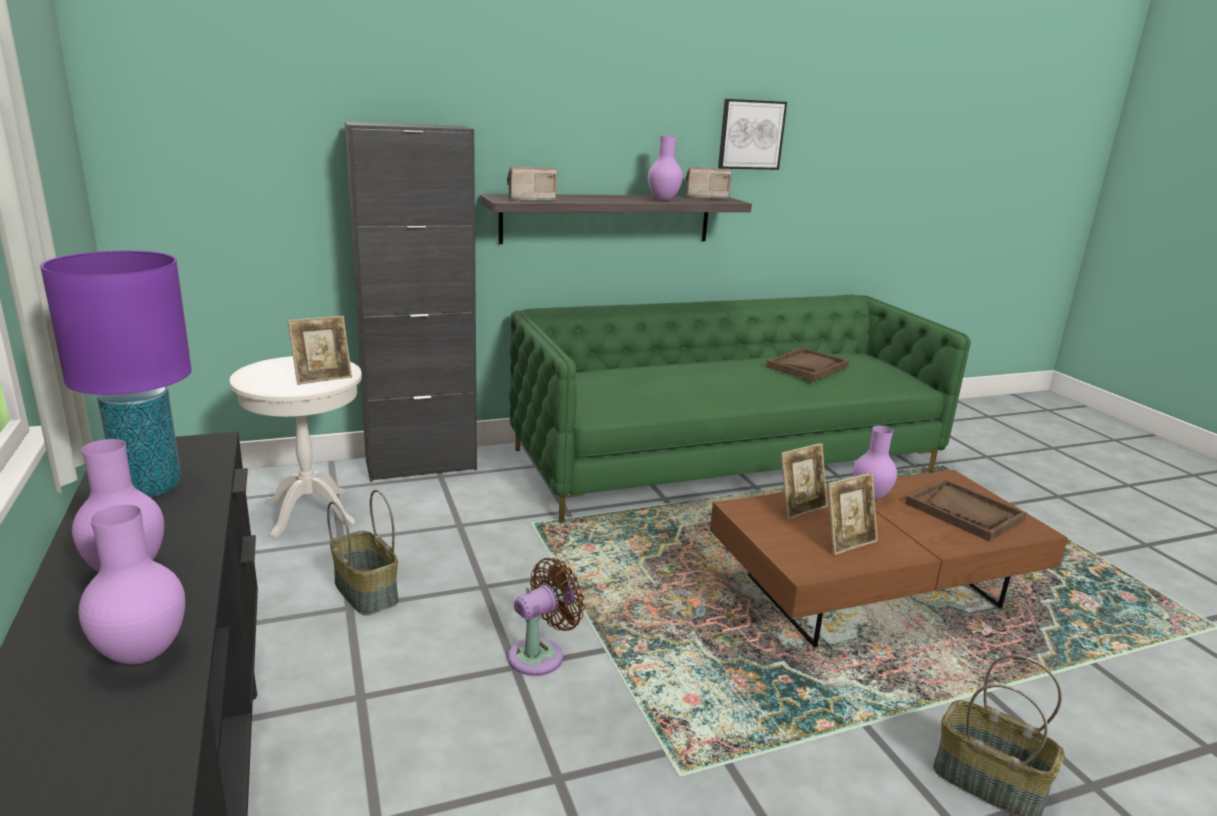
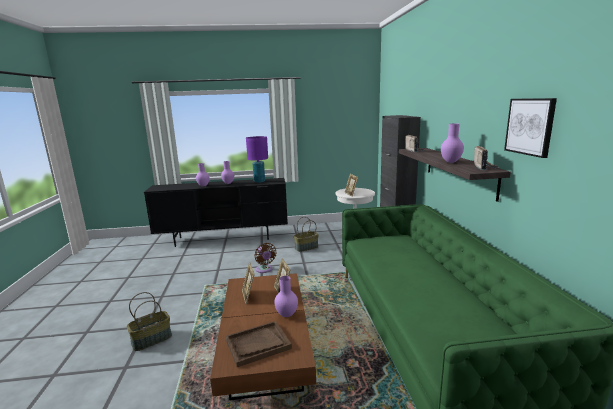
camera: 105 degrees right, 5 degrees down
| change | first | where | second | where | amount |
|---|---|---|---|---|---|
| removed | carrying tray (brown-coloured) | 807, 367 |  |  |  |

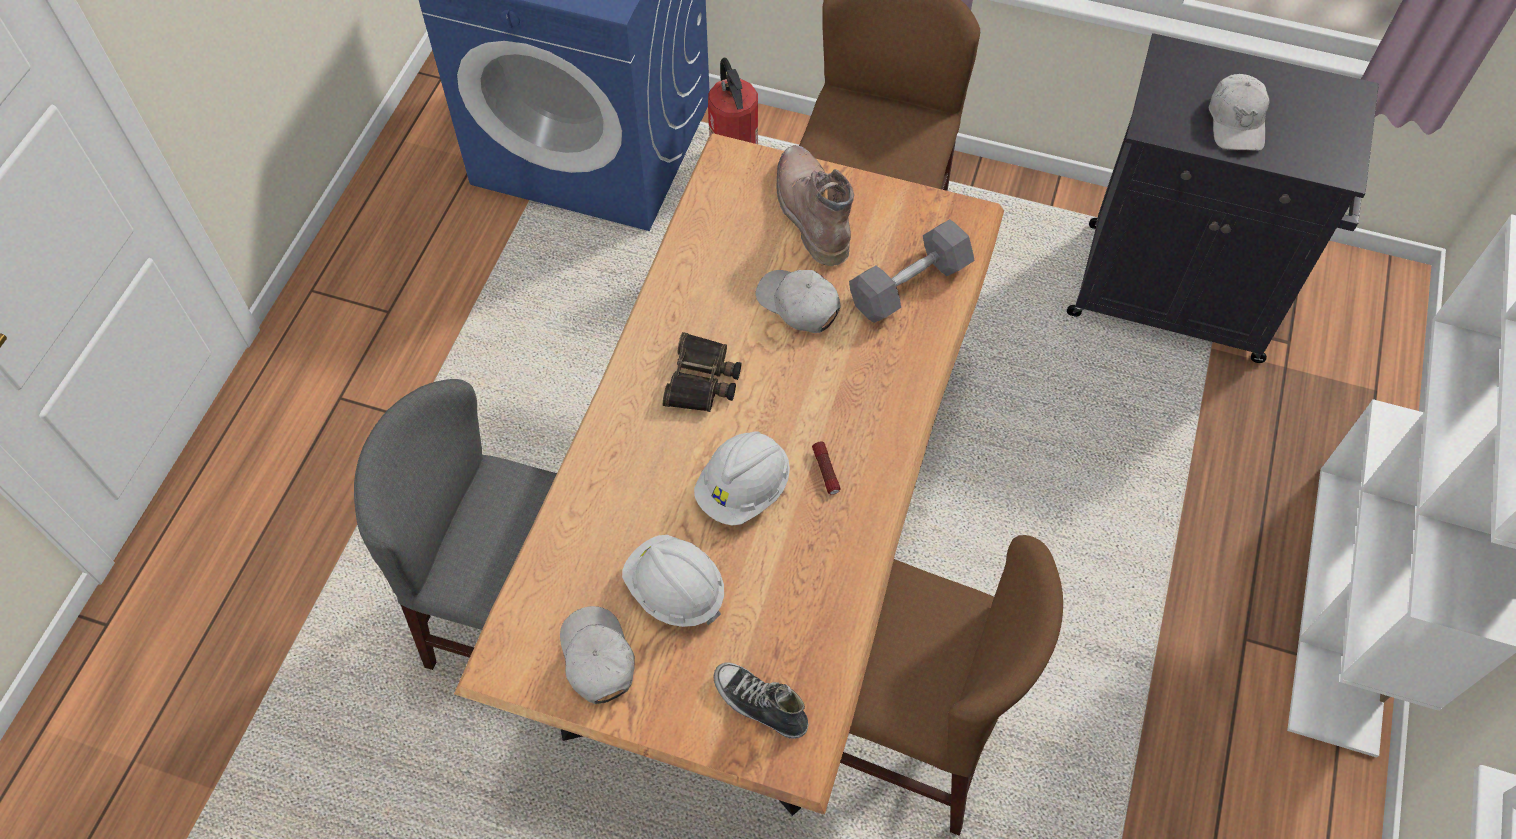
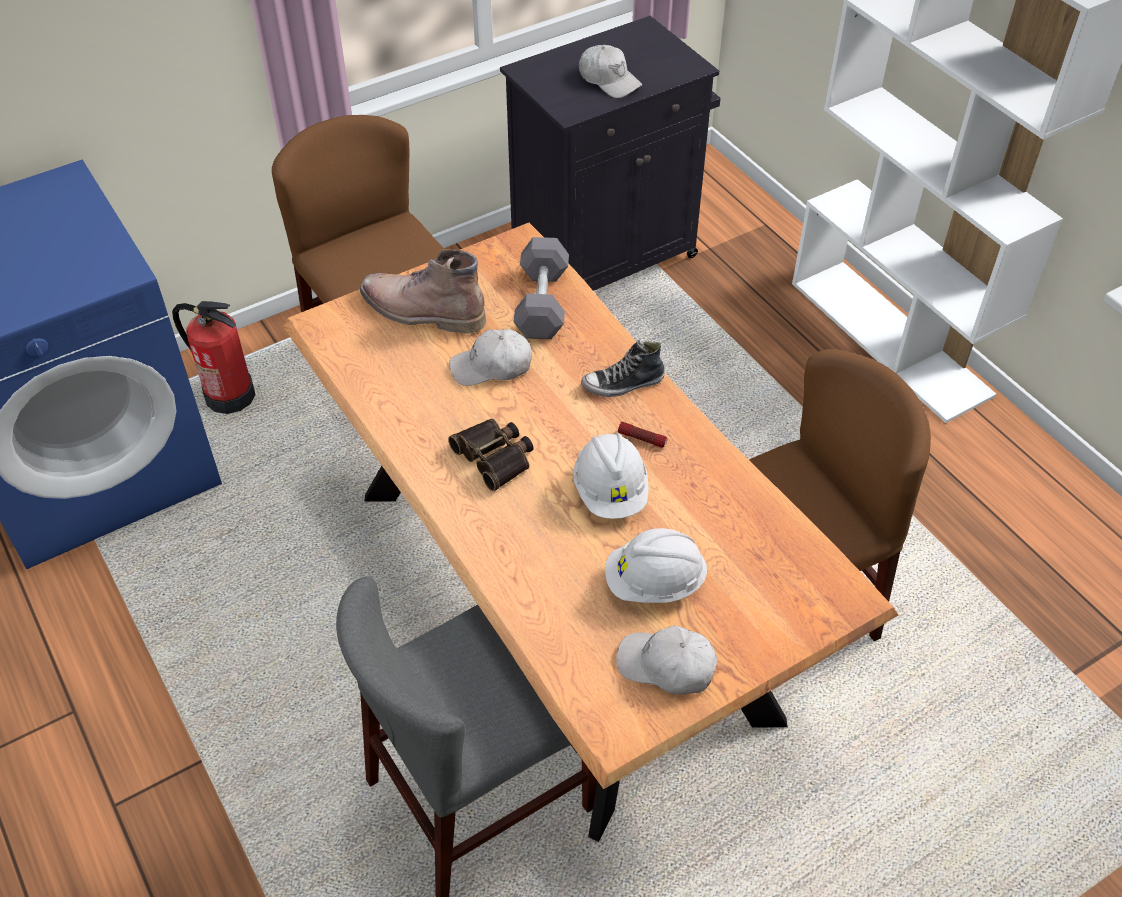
camera: 50 degrees left, 10 degrees down
| change | first | where | second | where | amount |
|---|---|---|---|---|---|
| moved | item of footwear | 760, 704 |  | 623, 384 |  |

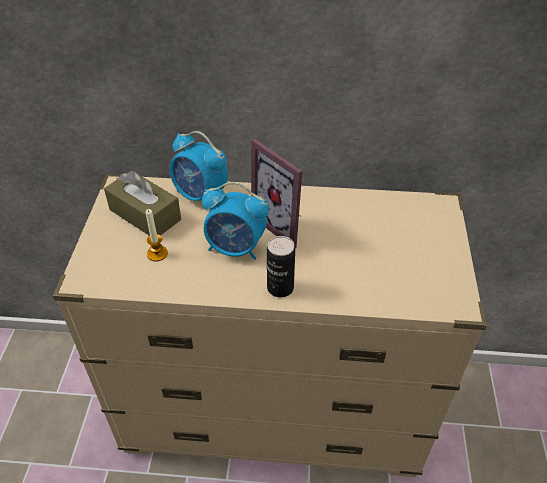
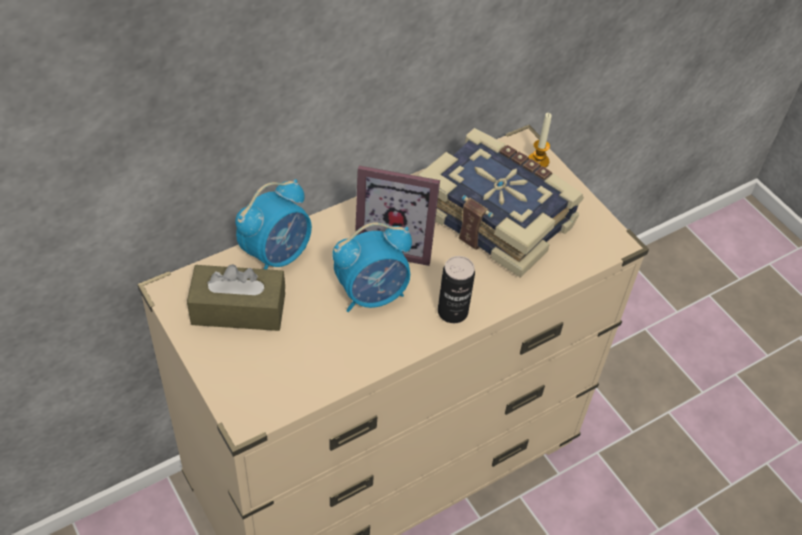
camera: 40 degrees left, 5 degrees up
| change | first | where | second | where | amount |
|---|---|---|---|---|---|
| turned | table clock | 200, 195 |  | 277, 255 | 45 degrees counterclockwise |
| moved | wax light | 157, 254 |  | 538, 161 |  |
| added |  |  | book | 497, 215 |  |

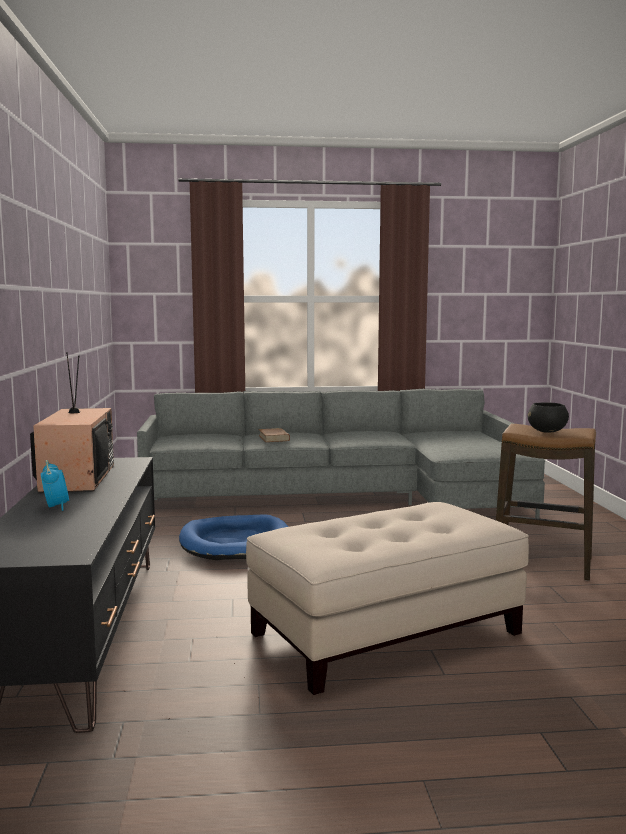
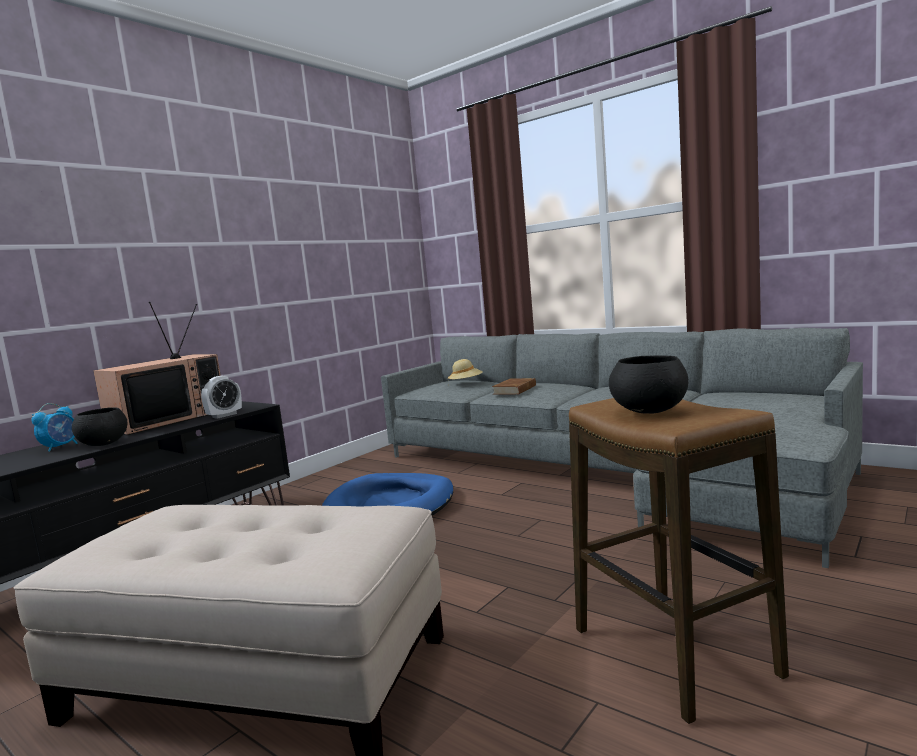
camera: 45 degrees right, 0 degrees up
| change | first | where | second | where | amount |
|---|---|---|---|---|---|
| added |  |  | hat (beige) | 466, 383 |  |
| added |  |  | table clock | 224, 415 |  |
| added |  |  | serving bowl (black) | 103, 444 |  |

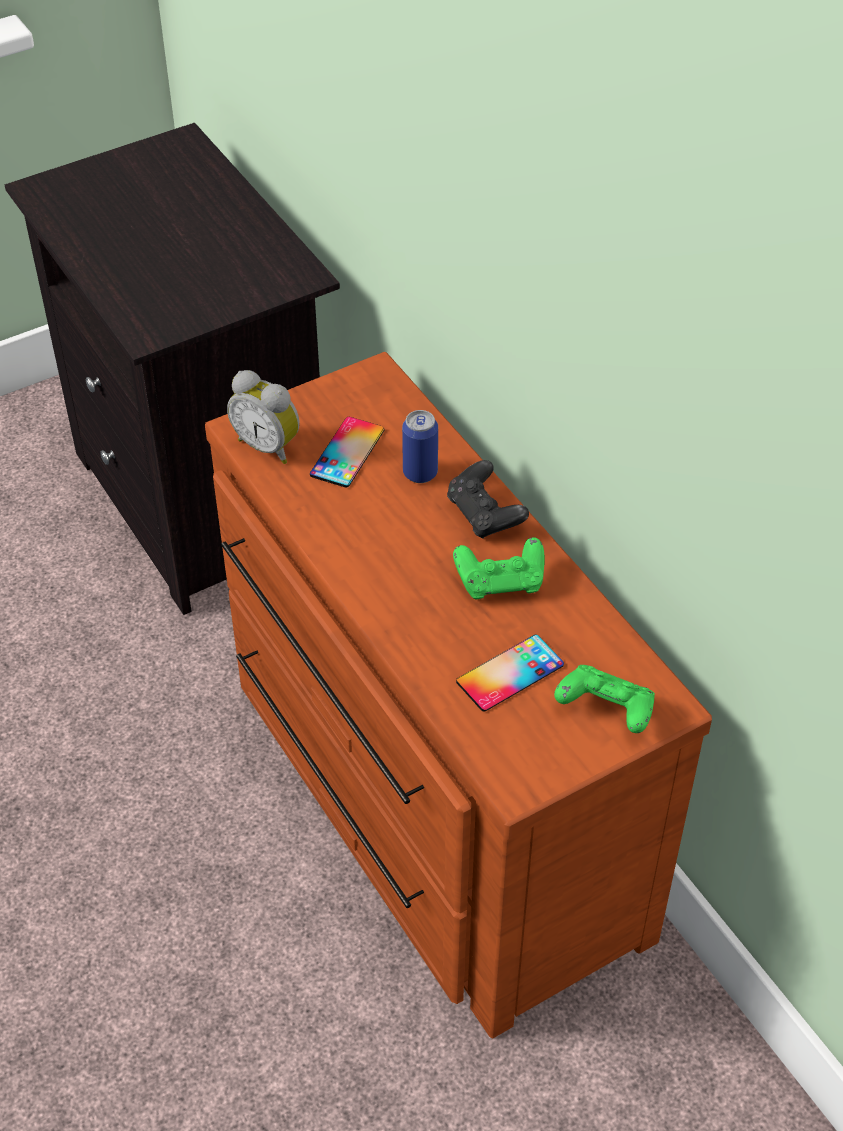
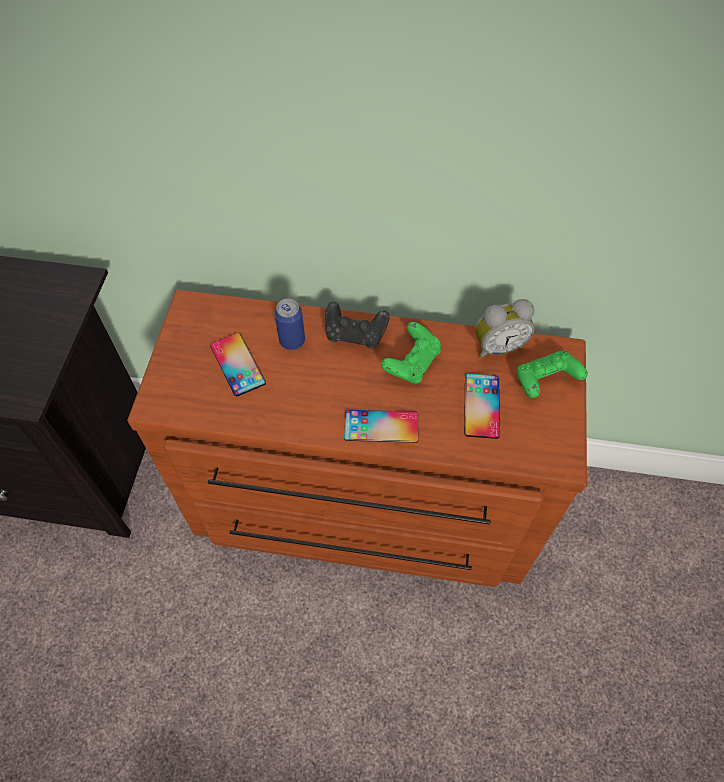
camera: 50 degrees left, 10 degrees up
| change | first | where | second | where | amount |
|---|---|---|---|---|---|
| moved | table clock | 269, 445 |  | 497, 346 |  |
| added |  |  | phone | 381, 426 |  |

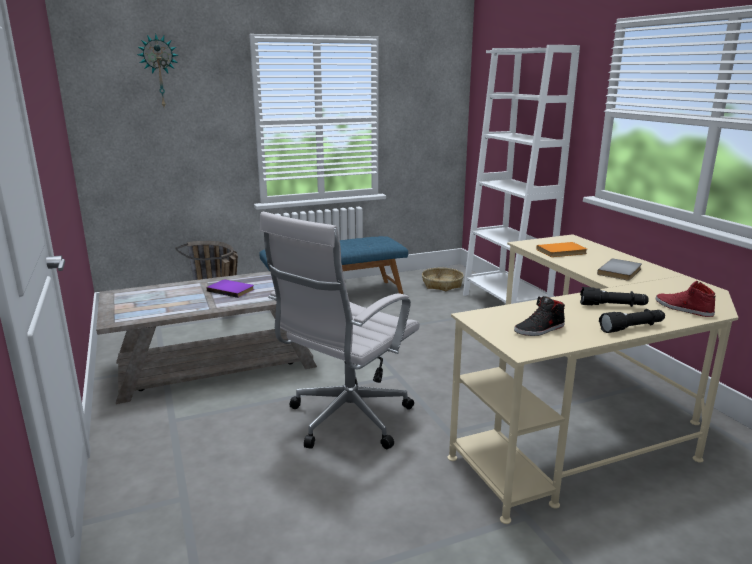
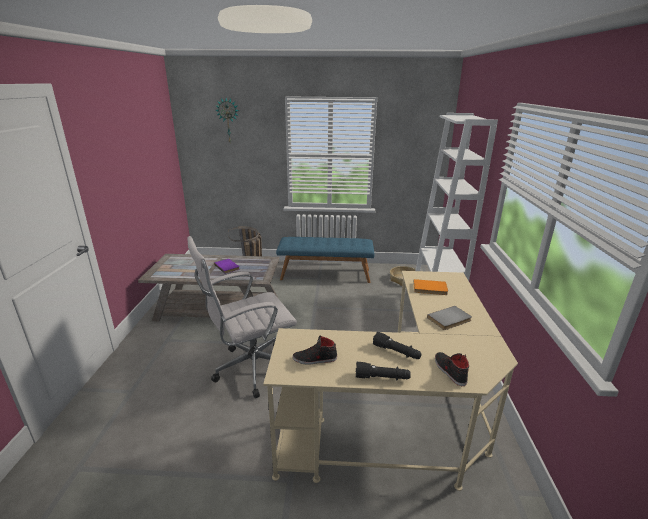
camera: 25 degrees right, 5 degrees up
| change | first | where | second | where | amount |
|---|---|---|---|---|---|
| recoloured | item of footwear (red) | 683, 308 | item of footwear (black) | 449, 371 |  |

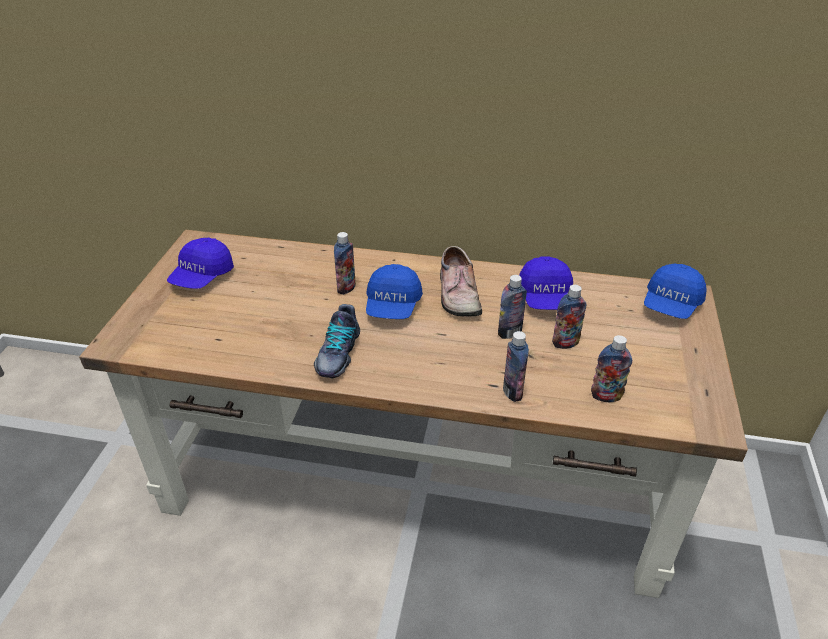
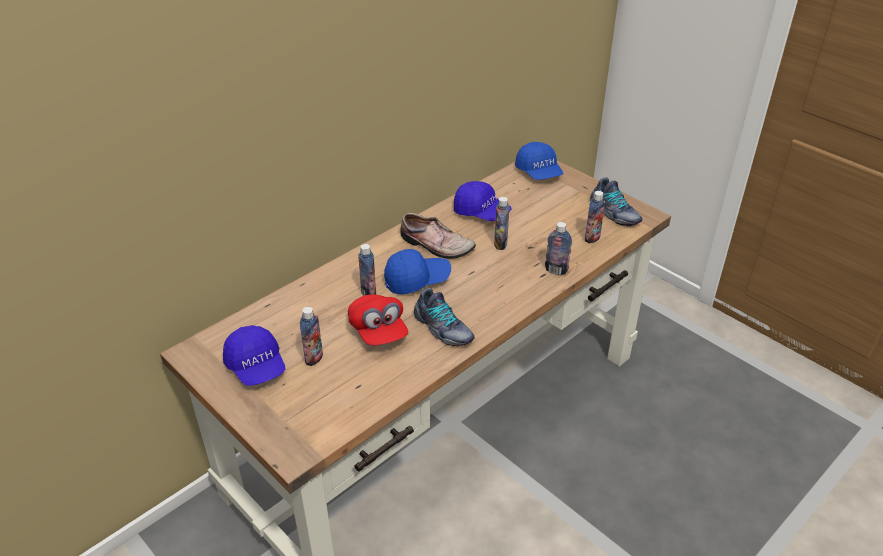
camera: 55 degrees left, 0 degrees up
| change | first | where | second | where | amount |
|---|---|---|---|---|---|
| turned | cap (blue-coloured) | 393, 306 |  | 417, 280 | 60 degrees counterclockwise |
| moved | bottle | 565, 343 |  | 314, 358 |  |
| added |  |  | item of footwear | 614, 213 |  |
| added |  |  | cap (red) | 378, 331 |  |

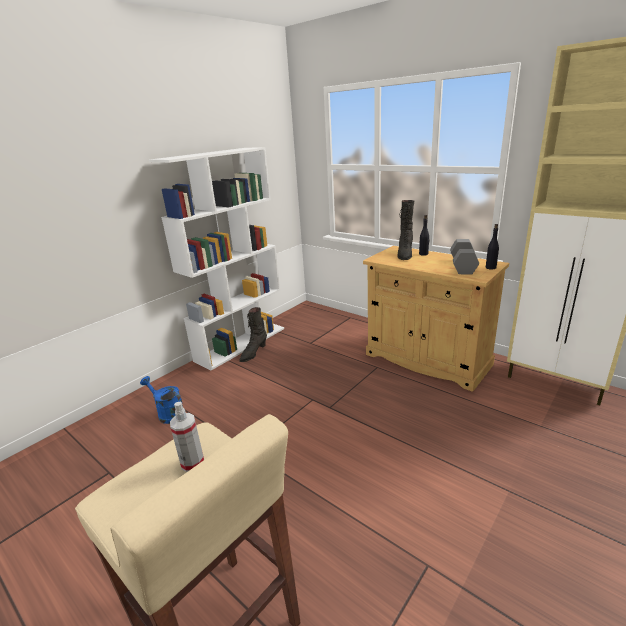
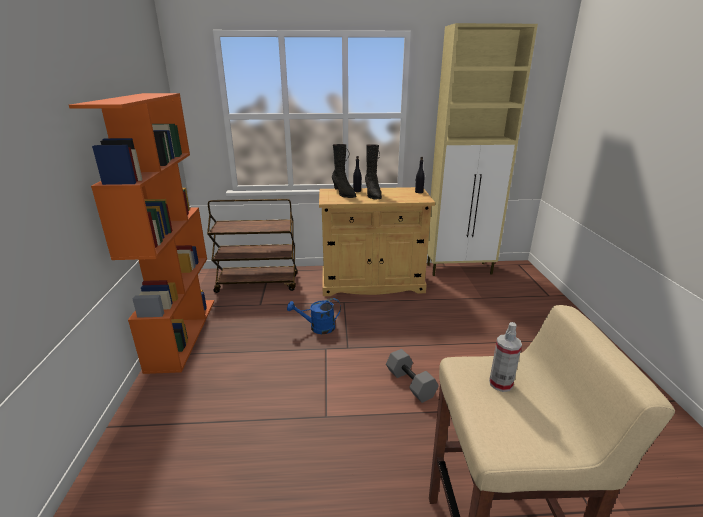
camera: 45 degrees left, 0 degrees up
| change | first | where | second | where | amount |
|---|---|---|---|---|---|
| recoloured | shelving unit (whitish) | 241, 344 | shelving unit (orange-coloured) | 182, 332 |  |
| moved | hand weight (greyish) | 462, 266 |  | 409, 383 |  |
| moved | tall boot (black) | 253, 353 |  | 372, 194 |  |
| moved | watering pot (blue-coloured) | 168, 413 |  | 317, 328 |  |
| added |  |  | cart (brown-coloured) | 258, 283 |  |

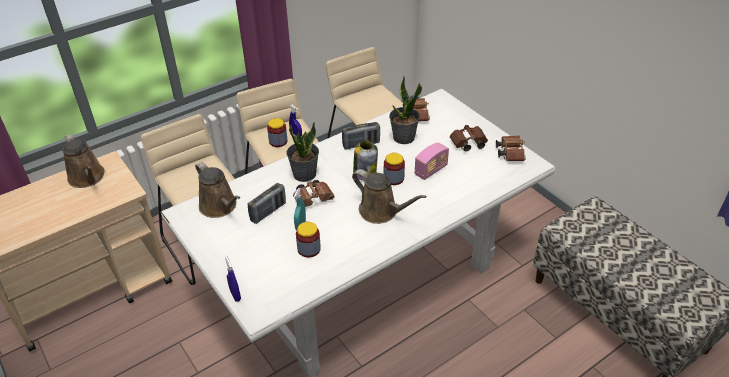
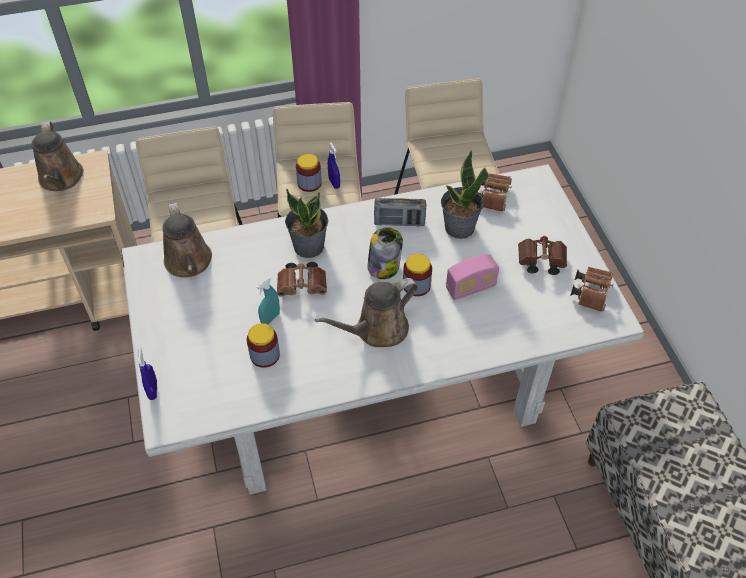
camera: 20 degrees right, 10 degrees up
| change | first | where | second | where | amount |
|---|---|---|---|---|---|
| turned | watering pot (brown-coloured) | 381, 212 |  | 377, 330 | 90 degrees clockwise |
| removed | radio set | 268, 212 |  |  |  |

